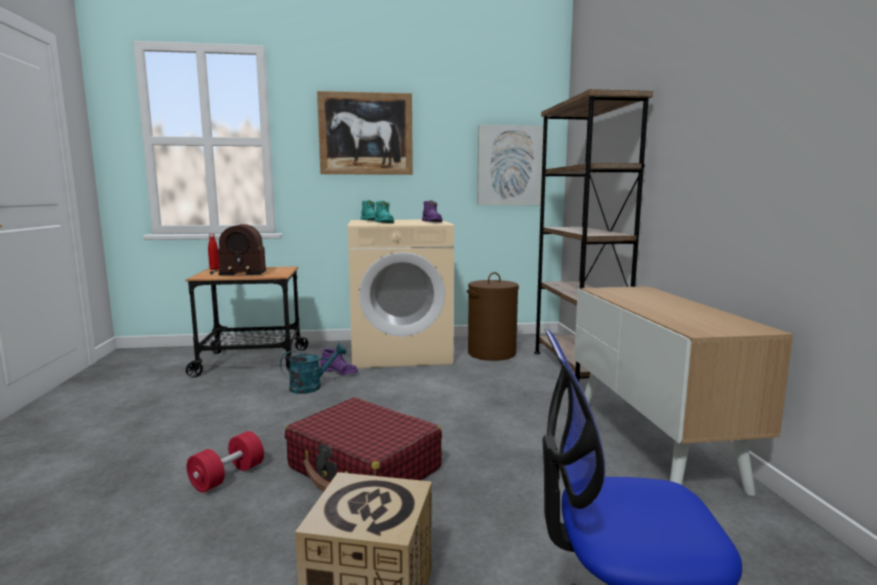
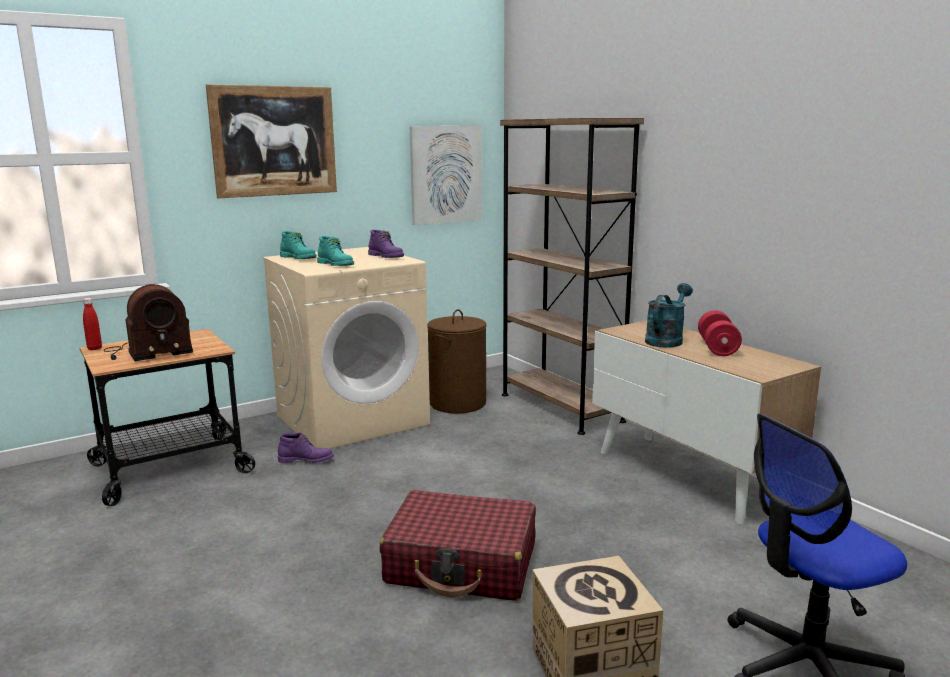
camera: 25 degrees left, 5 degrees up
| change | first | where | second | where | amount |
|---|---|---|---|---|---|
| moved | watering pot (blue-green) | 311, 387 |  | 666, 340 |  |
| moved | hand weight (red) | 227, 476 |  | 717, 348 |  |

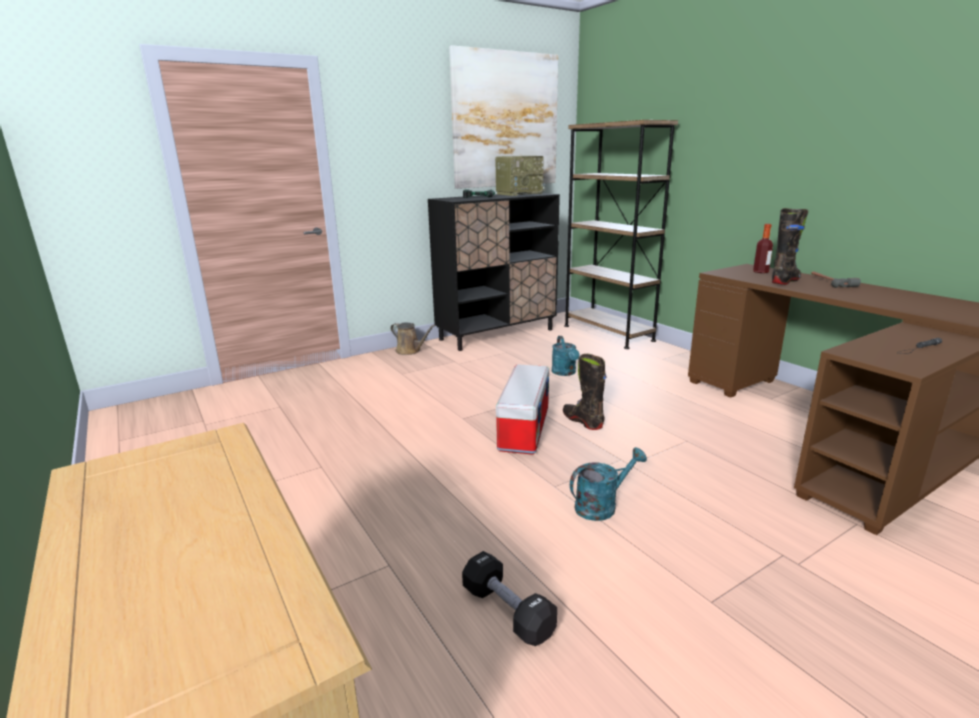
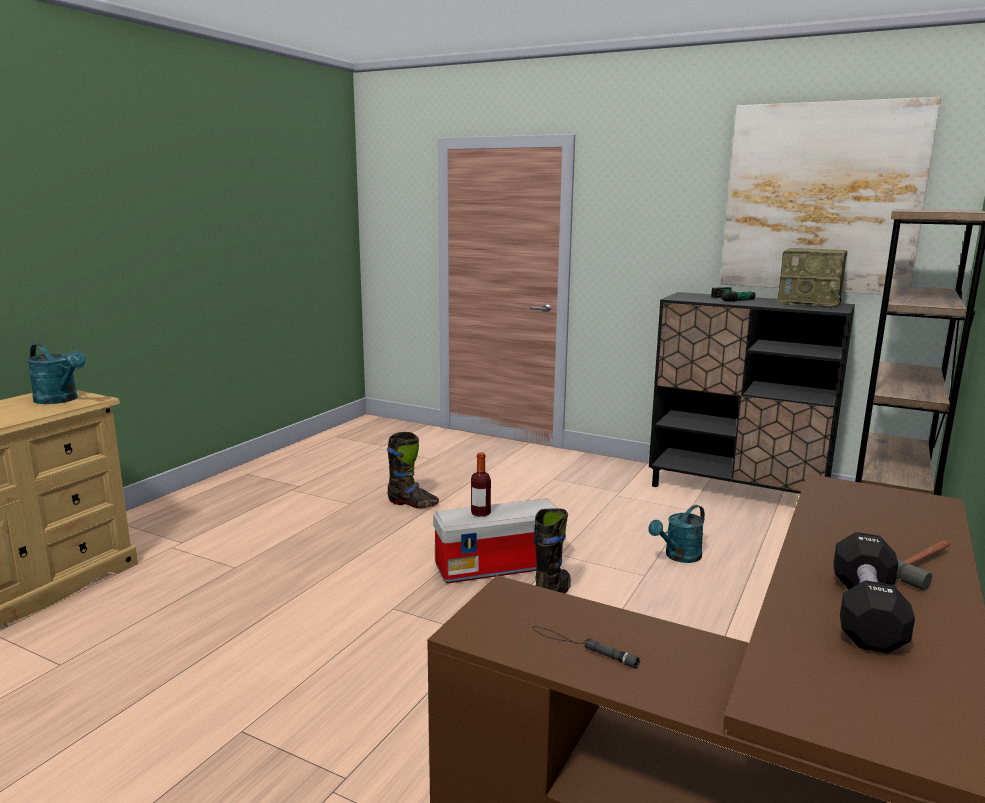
camera: 60 degrees right, 5 degrees down
| change | first | where | second | where | amount |
|---|---|---|---|---|---|
| moved | tall boot (black) | 785, 281 |  | 412, 504 |  |
| moved | bottle | 760, 272 |  | 480, 513 |  |
| removed | watering pot (brown-coloured) | 410, 351 |  |  |  |
| moved | watering pot (blue-green) | 601, 506 |  | 60, 400 |  |
| moved | hand weight (black) | 507, 611 |  | 866, 613 |  |

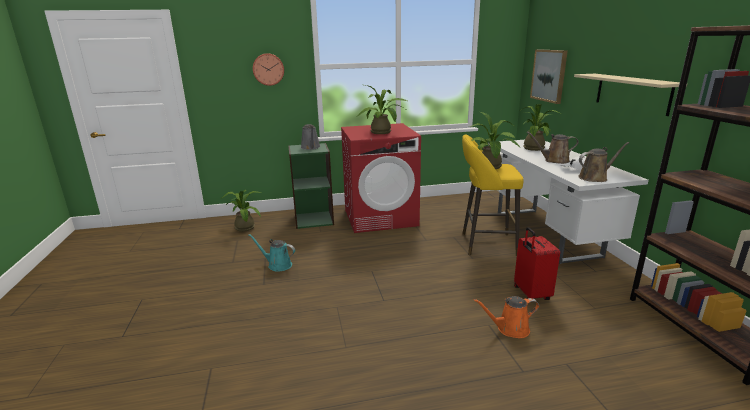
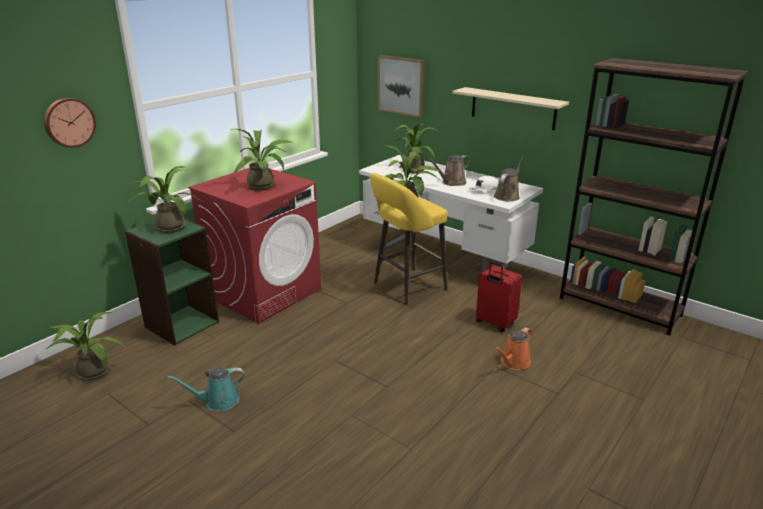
camera: 40 degrees left, 5 degrees up
| change | first | where | second | where | amount |
|---|---|---|---|---|---|
| replaced | watering pot (greyish) | 311, 147 | plant in a pot | 168, 227 |  |

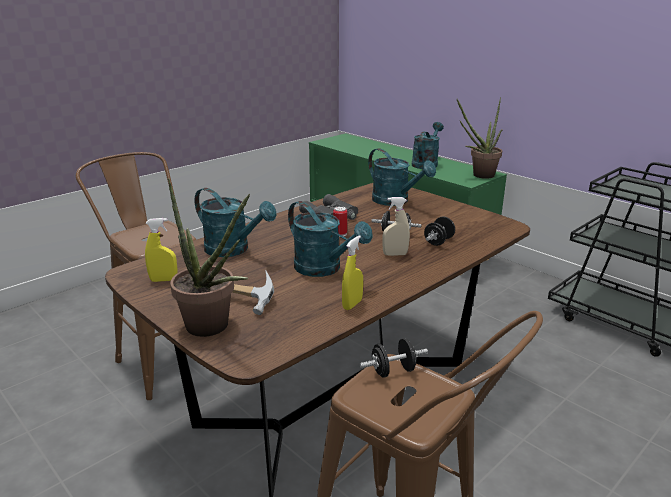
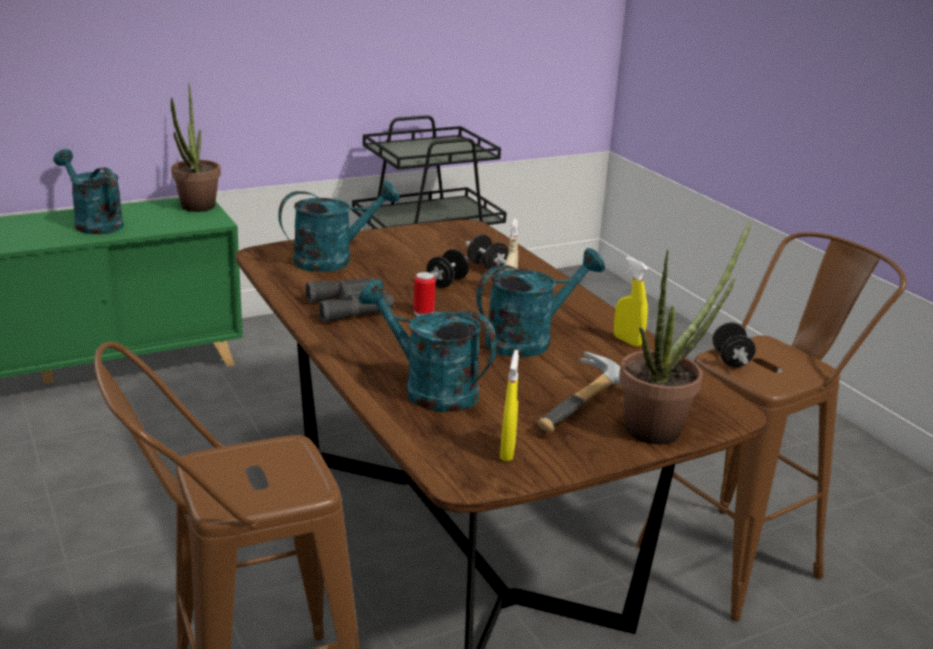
camera: 75 degrees left, 0 degrees up
| change | first | where | second | where | amount |
|---|---|---|---|---|---|
| turned | watering pot (blue-green) | 233, 250 |  | 429, 389 | 105 degrees counterclockwise |

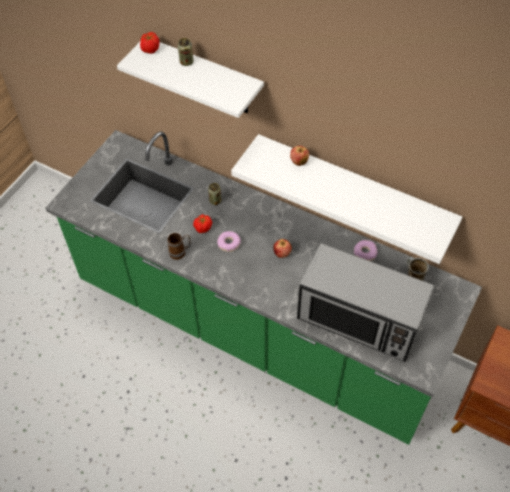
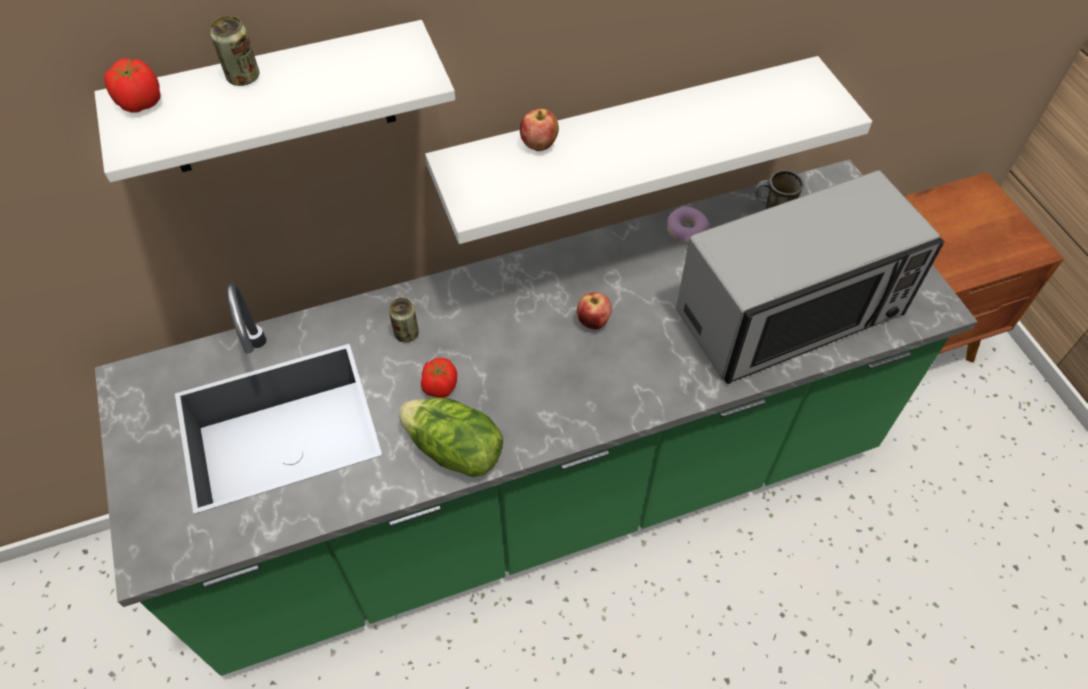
camera: 50 degrees left, 0 degrees up
| change | first | where | second | where | amount |
|---|---|---|---|---|---|
| removed | donut | 229, 244 |  |  |  |
| replaced | tea mug | 180, 252 | head of lettuce | 454, 451 |  |

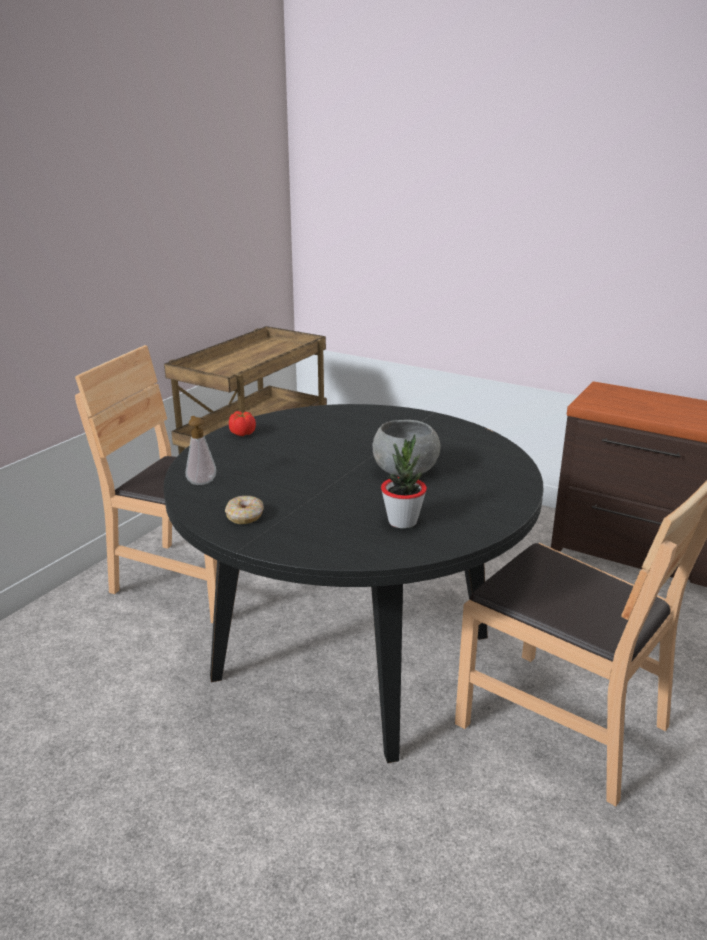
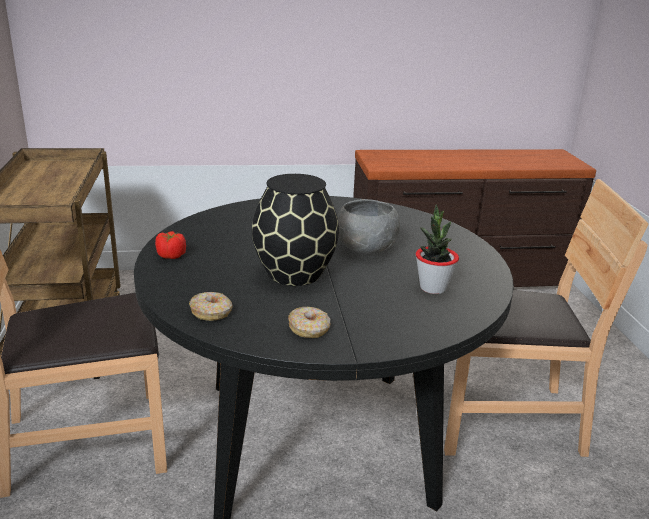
camera: 40 degrees left, 0 degrees up
| change | first | where | second | where | amount |
|---|---|---|---|---|---|
| replaced | liquid soap bottle | 201, 481 | donut | 211, 312 |  |
| added |  |  | decorative vase (black) | 293, 273 |  |

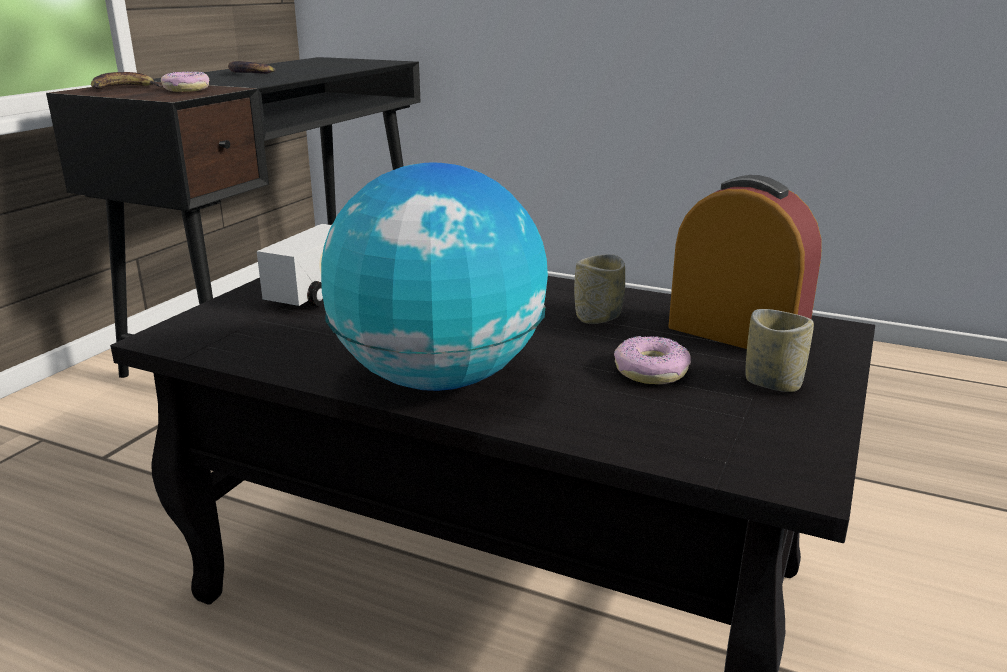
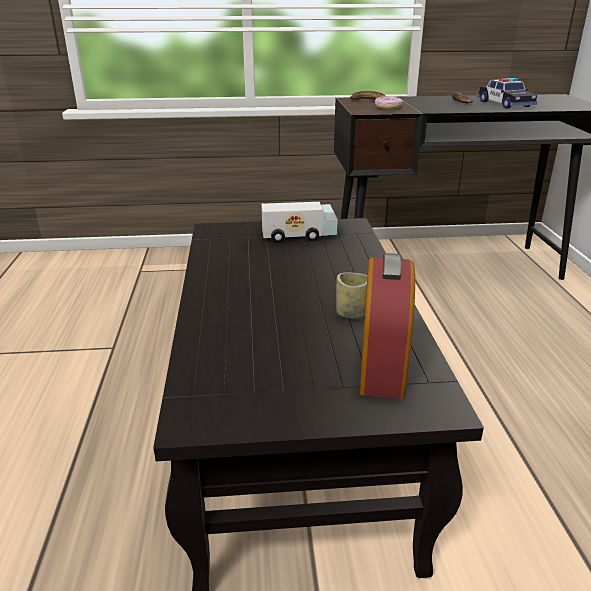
camera: 60 degrees right, 5 degrees up
| change | first | where | second | where | amount |
|---|---|---|---|---|---|
| removed | globe | 438, 379 |  |  |  |
| removed | cup | 772, 383 |  |  |  |
| removed | donut | 650, 371 |  |  |  |
| added |  |  | model car | 505, 104 |  |

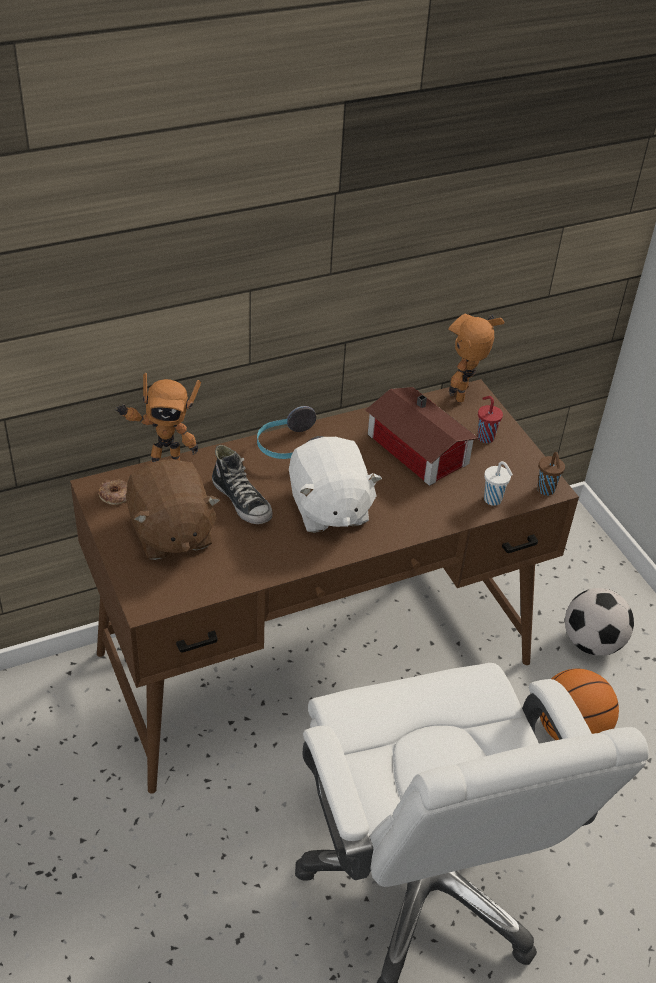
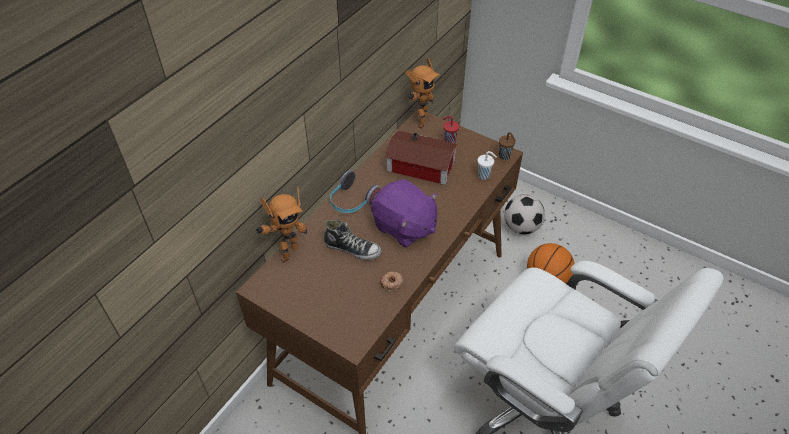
camera: 30 degrees left, 5 degrees up
| change | first | where | second | where | amount |
|---|---|---|---|---|---|
| turned | robot figure | 467, 395 |  | 419, 121 | 150 degrees counterclockwise |
| recoloured | cuddly toy (whitish) | 328, 508 | cuddly toy (purple-coloured) | 404, 227 |  |
| removed | cuddly toy (brown-coloured) | 171, 533 |  |  |  |
| moved | donut | 115, 495 |  | 392, 283 |  |

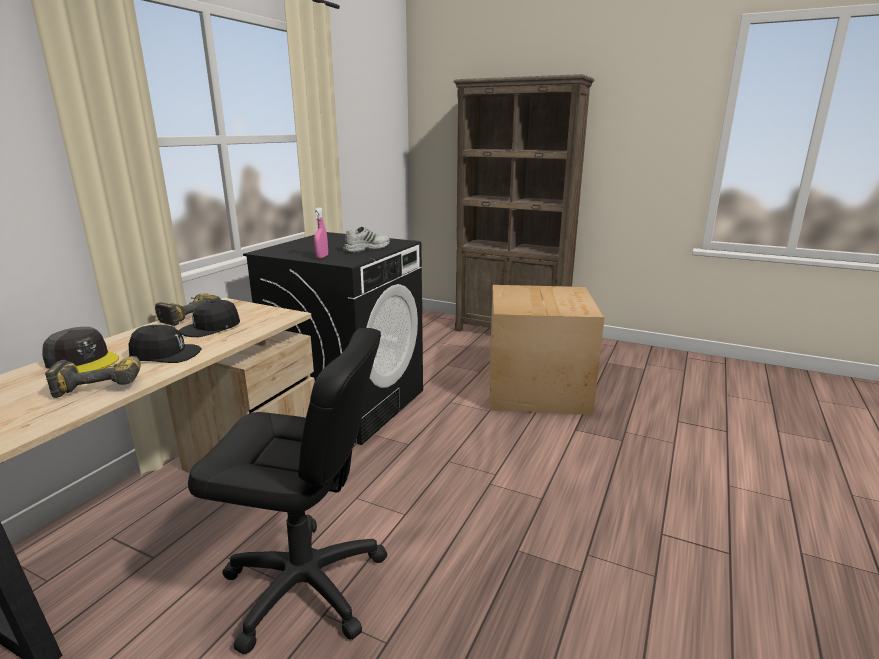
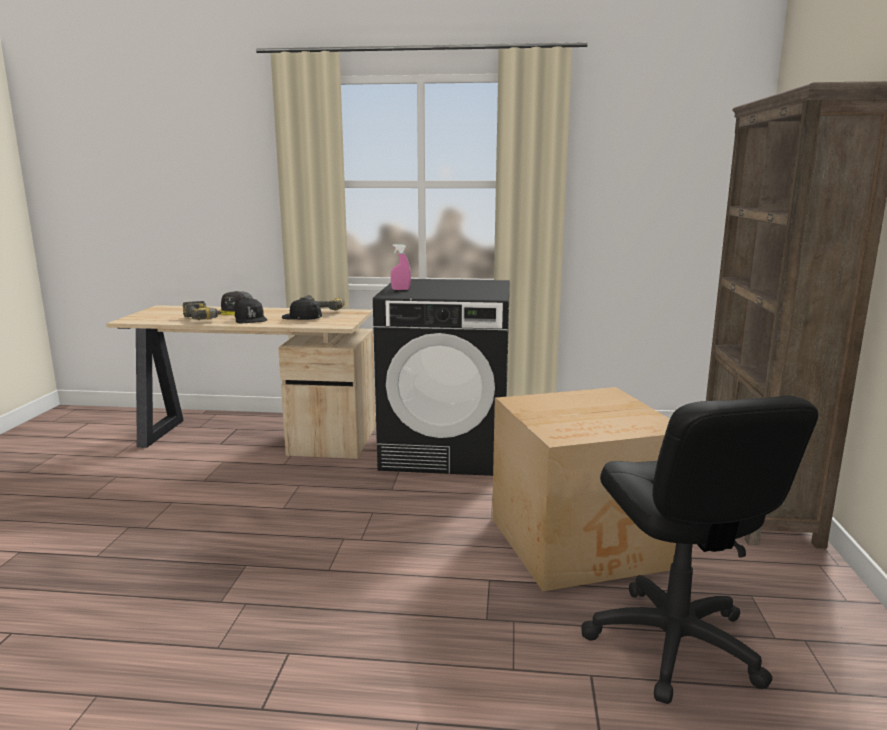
camera: 70 degrees right, 5 degrees down
| change | first | where | second | where | amount |
|---|---|---|---|---|---|
| removed | item of footwear (whitish) | 366, 248 |  |  |  |
| moved | computer chair (black) | 305, 586 |  | 673, 644 |  |

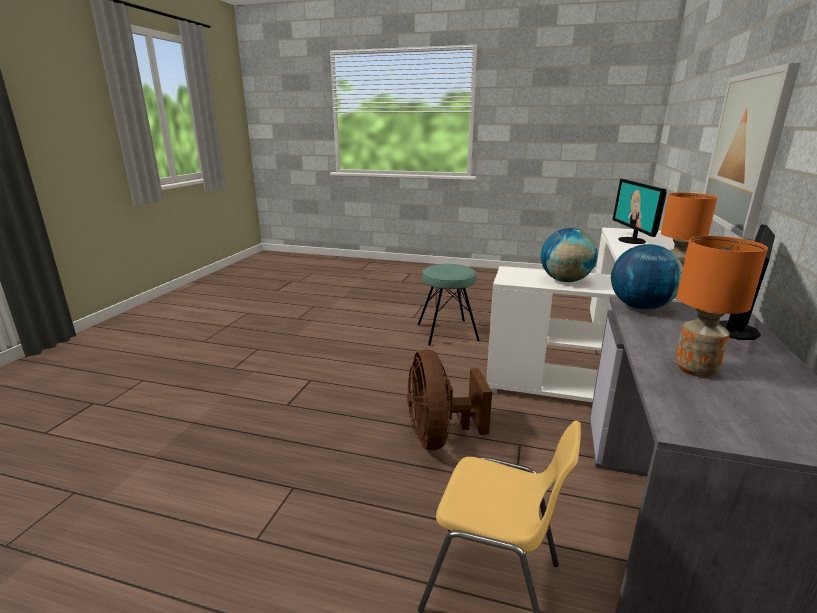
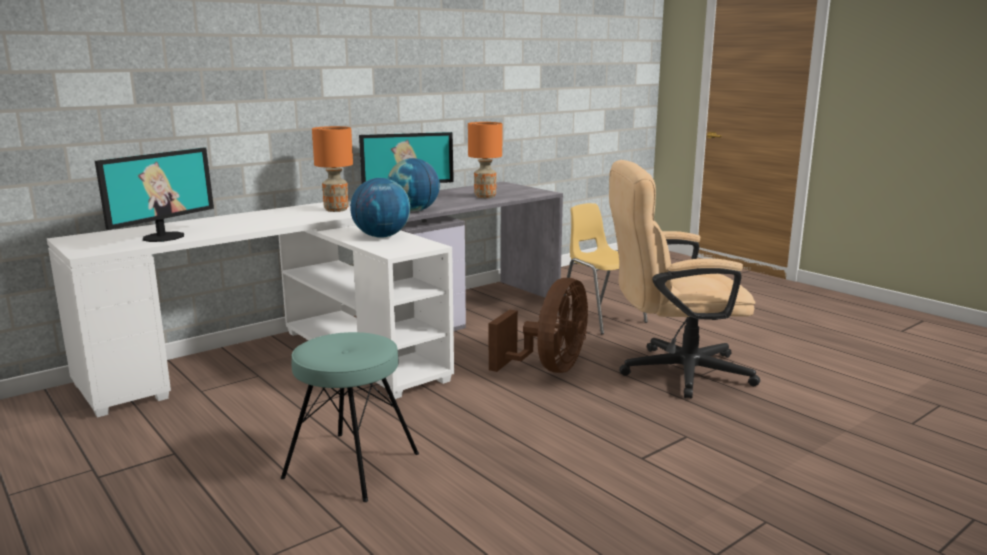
camera: 145 degrees left, 5 degrees down
| change | first | where | second | where | amount |
|---|---|---|---|---|---|
| removed | picture | 744, 151 |  |  |  |
| added |  |  | computer chair (beige) | 673, 372 |  |

